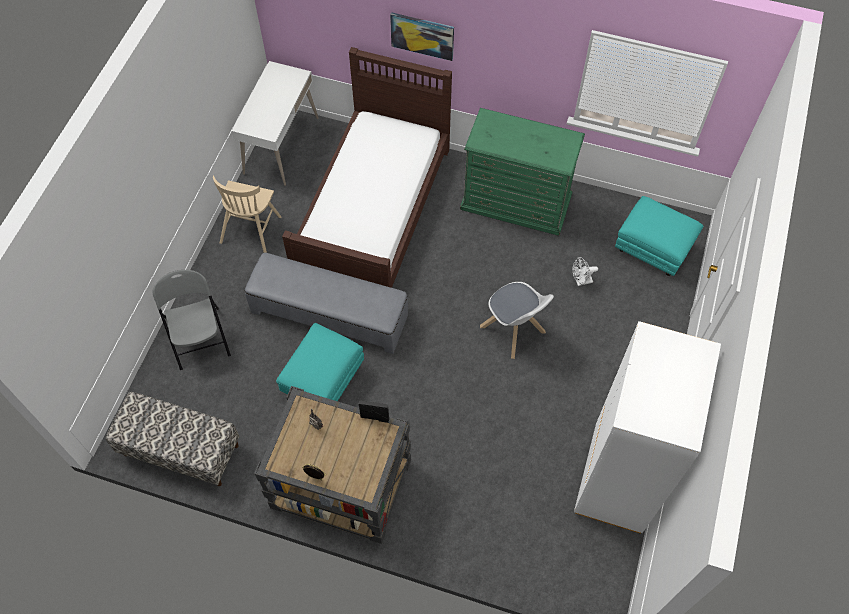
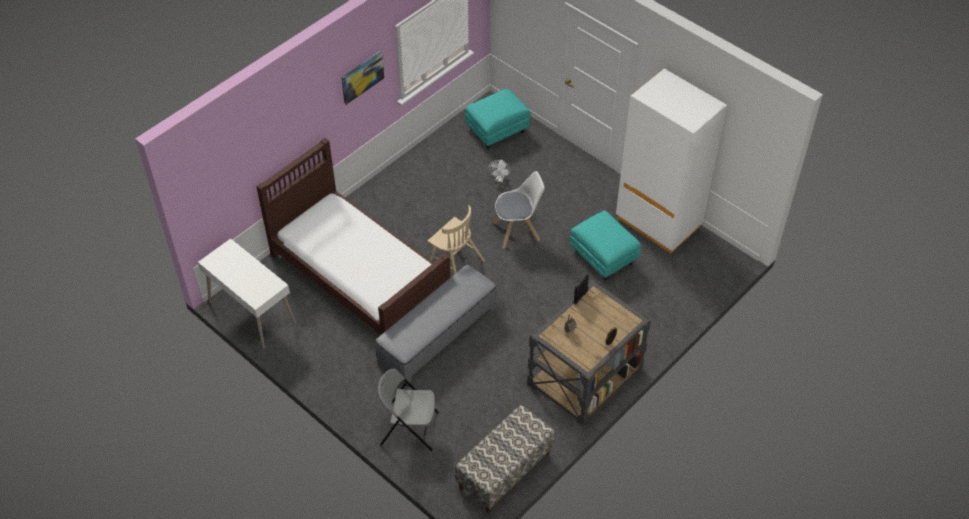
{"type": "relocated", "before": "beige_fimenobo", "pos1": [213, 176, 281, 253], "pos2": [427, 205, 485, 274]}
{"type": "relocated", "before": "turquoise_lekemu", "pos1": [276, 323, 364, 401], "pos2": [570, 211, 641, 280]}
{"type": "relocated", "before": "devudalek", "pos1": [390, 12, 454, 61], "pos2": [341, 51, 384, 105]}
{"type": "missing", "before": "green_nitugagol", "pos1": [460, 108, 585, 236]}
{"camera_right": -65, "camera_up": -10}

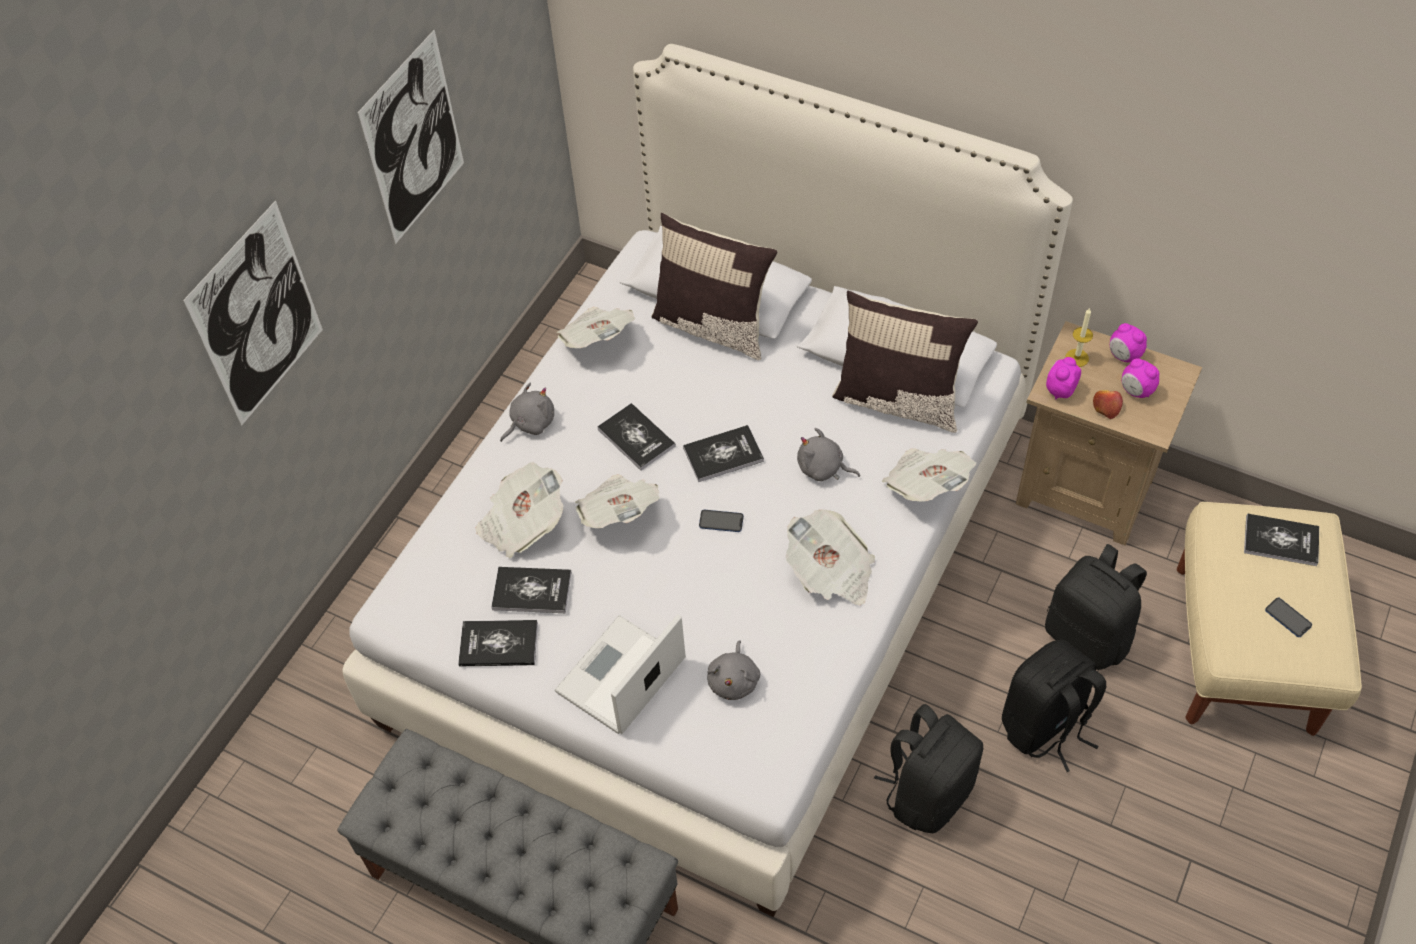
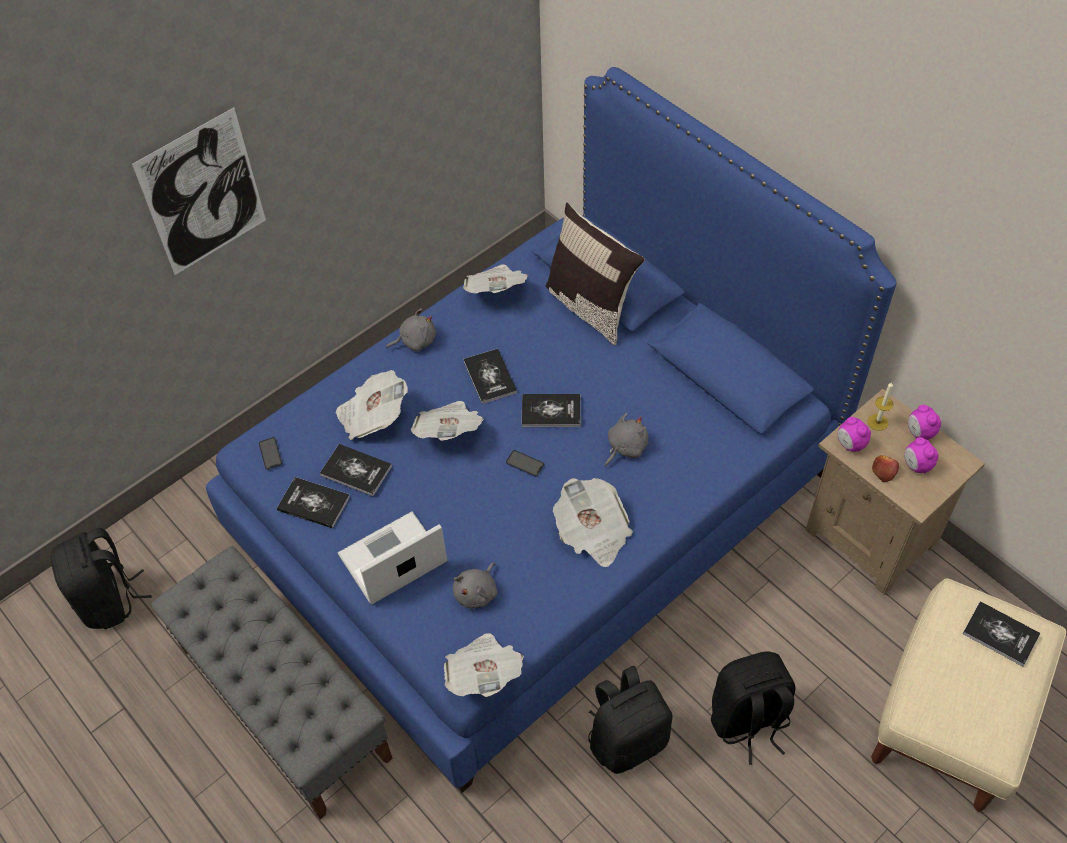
{"type": "colour", "before": "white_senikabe", "after": "blue_senikabe", "pos1": [343, 44, 1073, 917], "pos2": [206, 67, 896, 793]}
{"type": "missing", "before": "devudalek", "pos1": [358, 30, 464, 244]}
{"type": "spun", "before": "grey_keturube", "pos1": [797, 428, 860, 481], "pos2": [605, 413, 648, 467], "turn": 90}
{"type": "missing", "before": "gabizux", "pos1": [832, 291, 978, 433]}
{"type": "relocated", "before": "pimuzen", "pos1": [882, 448, 976, 501], "pos2": [444, 633, 524, 697]}
{"type": "relocated", "before": "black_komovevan", "pos1": [1045, 544, 1147, 670], "pos2": [51, 528, 152, 629]}
{"type": "spun", "before": "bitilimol", "pos1": [1046, 357, 1081, 399], "pos2": [838, 417, 871, 452], "turn": -90}
{"type": "relocated", "before": "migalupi", "pos1": [1265, 598, 1312, 637], "pos2": [259, 437, 282, 470]}
{"camera_right": 20, "camera_up": 0}

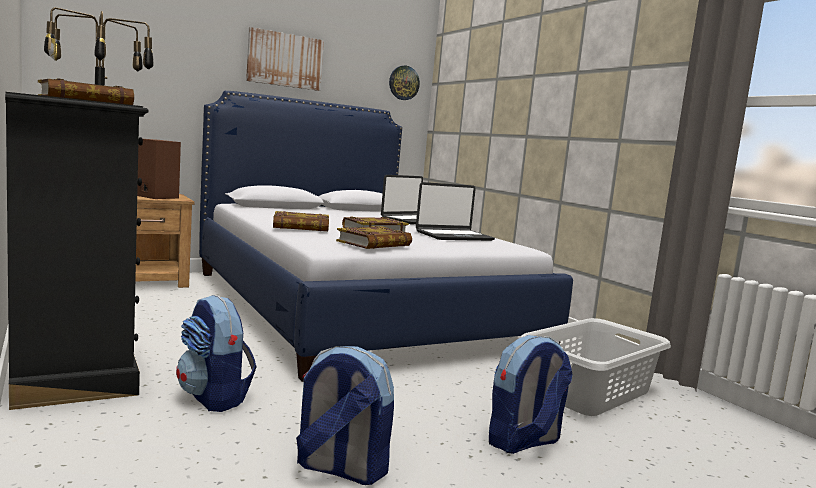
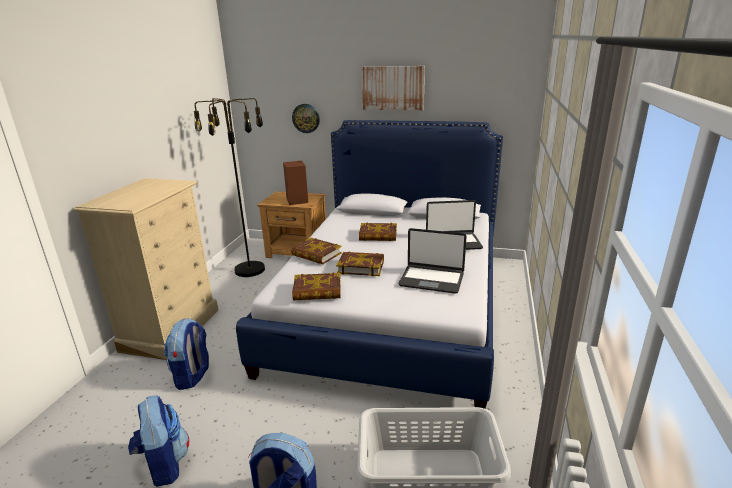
{"type": "colour", "before": "black_nitugagol", "after": "beige_nitugagol", "pos1": [5, 92, 149, 410], "pos2": [74, 178, 218, 360]}
{"type": "relocated", "before": "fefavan", "pos1": [38, 78, 134, 105], "pos2": [359, 223, 397, 241]}
{"type": "relocated", "before": "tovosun", "pos1": [389, 66, 420, 100], "pos2": [292, 104, 320, 133]}
{"camera_right": 45, "camera_up": 15}

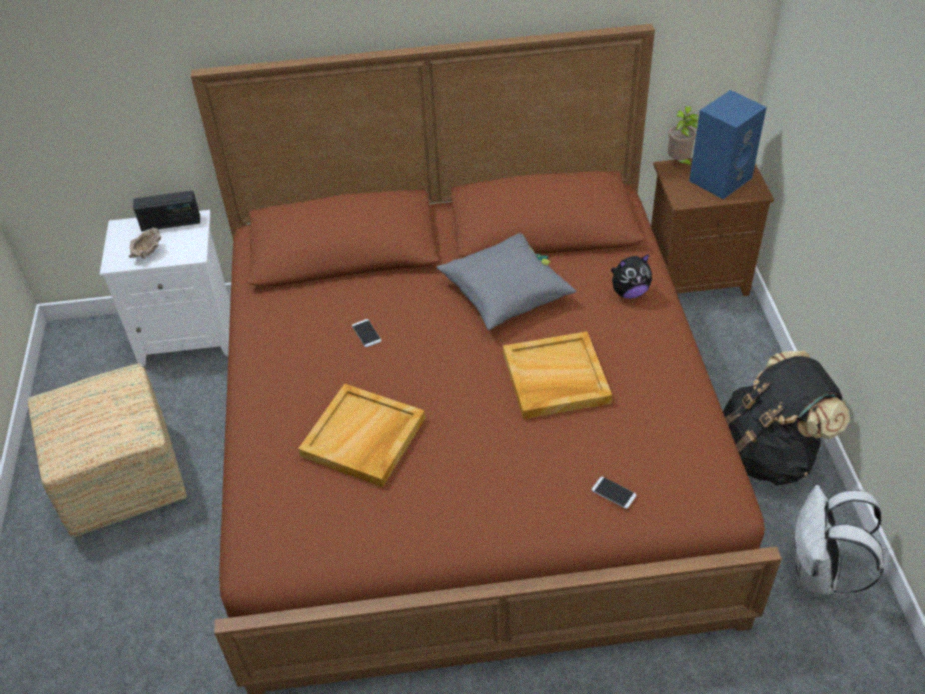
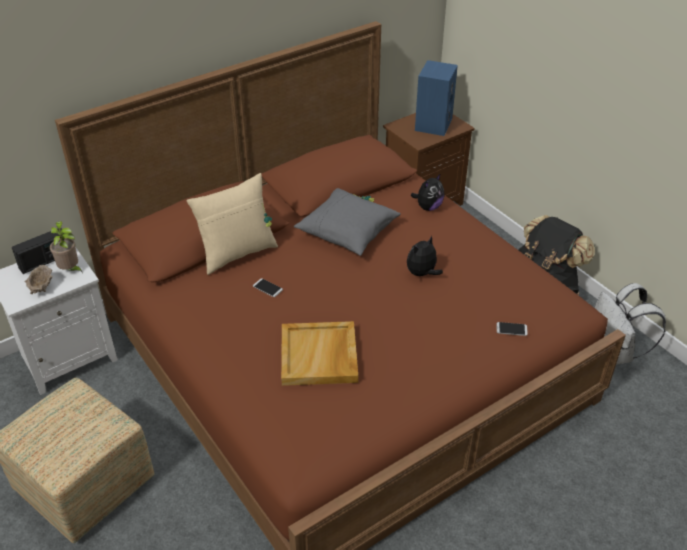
{"type": "exchanged", "before": "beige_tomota", "after": "keturube", "pos1": [503, 331, 612, 419], "pos2": [407, 236, 443, 276]}
{"type": "relocated", "before": "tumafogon", "pos1": [668, 106, 699, 166], "pos2": [50, 221, 83, 273]}
{"type": "appeared", "after": "beige_gabizux", "pos2": [186, 173, 278, 275]}
{"camera_right": -30, "camera_up": -5}

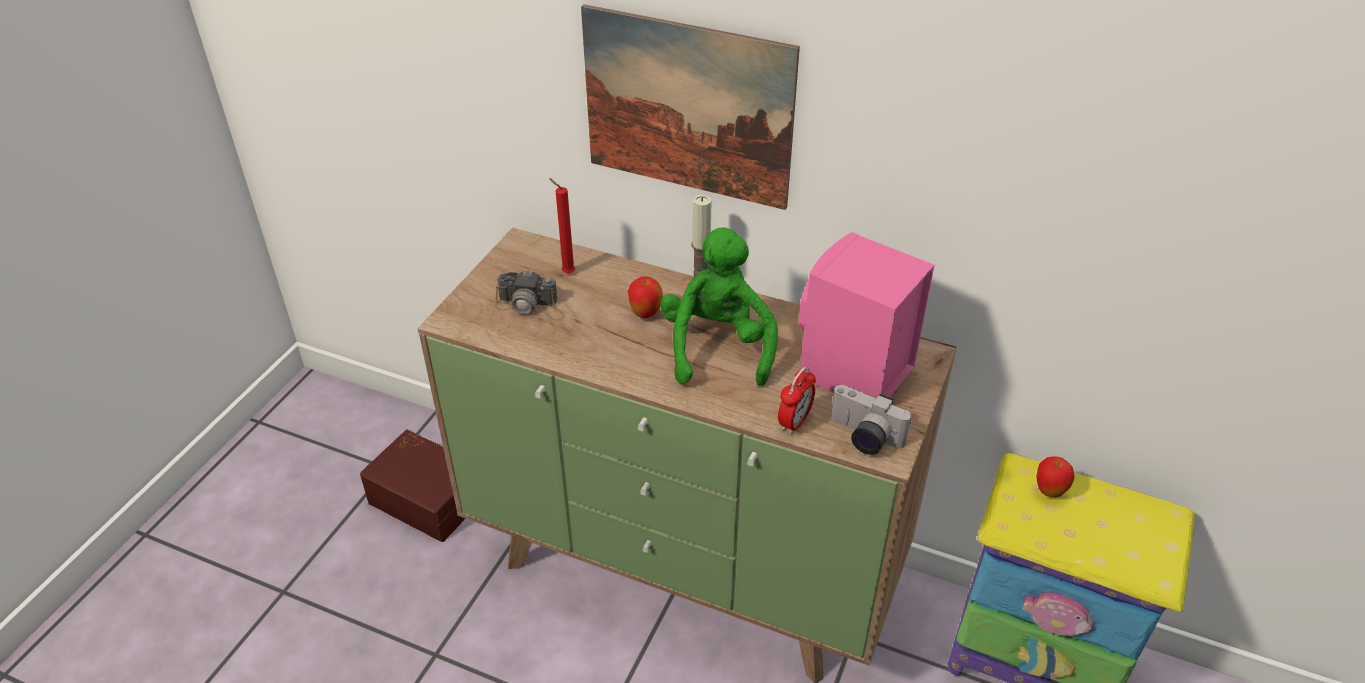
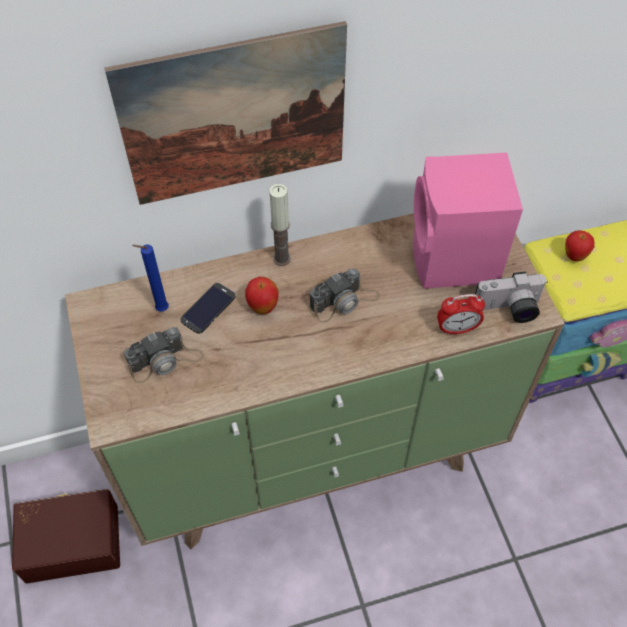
{"type": "colour", "before": "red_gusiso", "after": "blue_gusiso", "pos1": [549, 178, 575, 273], "pos2": [132, 244, 169, 312]}
{"type": "exchanged", "before": "green_keturube", "after": "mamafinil", "pos1": [660, 227, 778, 386], "pos2": [310, 268, 380, 323]}
{"type": "spun", "before": "bitilimol", "pos1": [778, 367, 816, 435], "pos2": [437, 294, 485, 335], "turn": 90}
{"type": "appeared", "after": "migalupi", "pos2": [181, 283, 236, 334]}
{"camera_right": -40, "camera_up": 15}

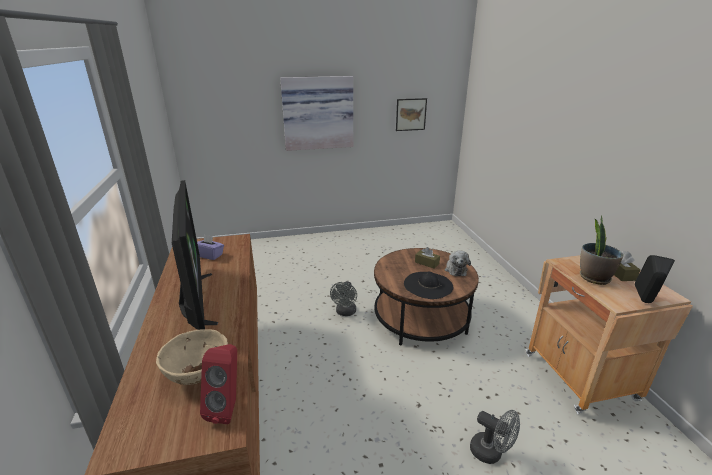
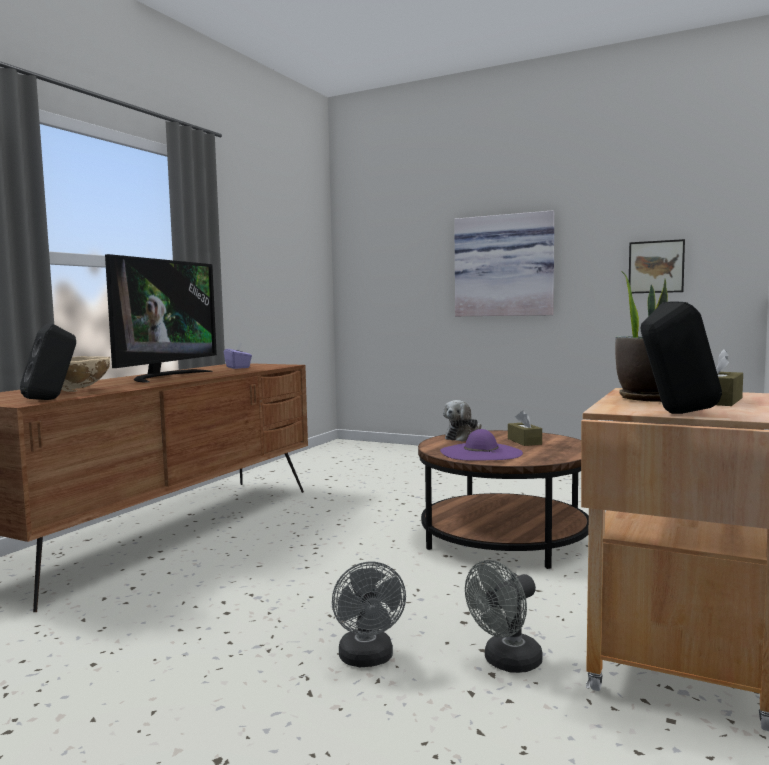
{"type": "colour", "before": "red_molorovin", "after": "black_molorovin", "pos1": [200, 344, 237, 424], "pos2": [20, 323, 76, 400]}
{"type": "relocated", "before": "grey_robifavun", "pos1": [330, 281, 357, 316], "pos2": [465, 560, 543, 673]}
{"type": "colour", "before": "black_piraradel", "after": "purple_piraradel", "pos1": [404, 272, 454, 299], "pos2": [440, 429, 523, 461]}
{"type": "relocated", "before": "keturube", "pos1": [445, 250, 471, 276], "pos2": [443, 400, 482, 441]}
{"camera_right": 40, "camera_up": -20}

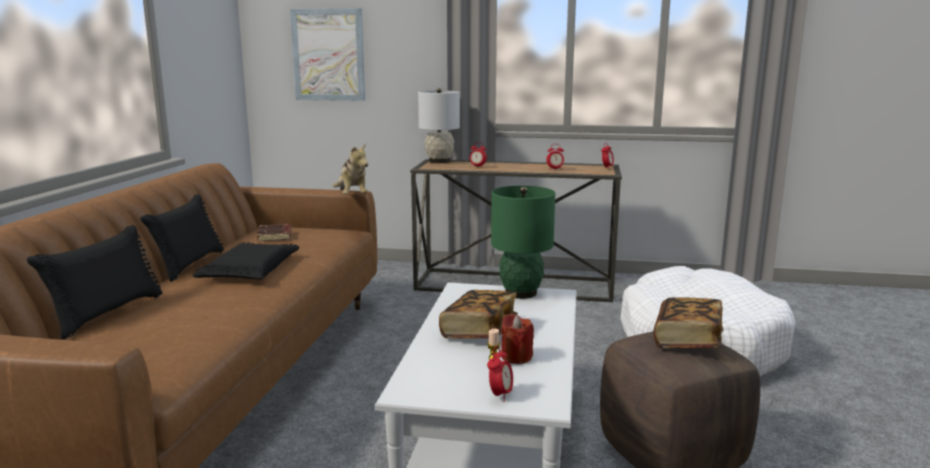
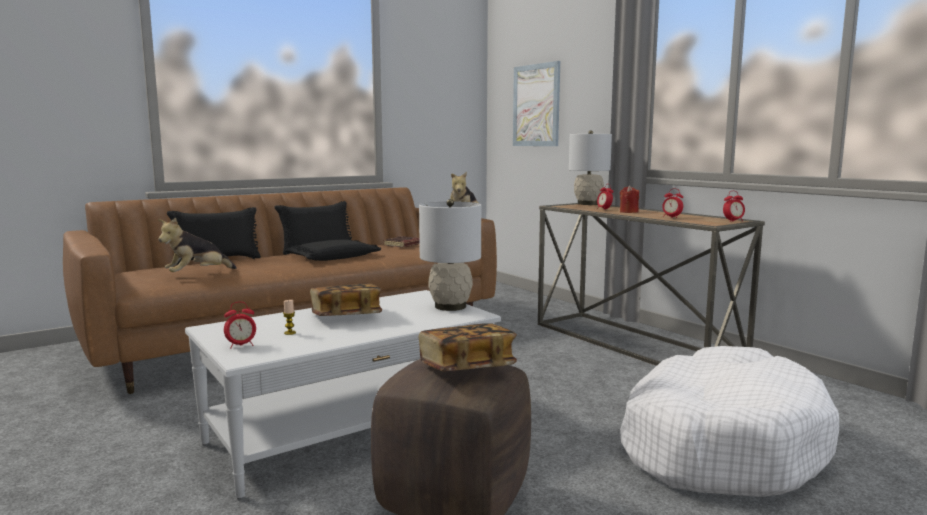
{"type": "colour", "before": "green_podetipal", "after": "white_podetipal", "pos1": [491, 186, 555, 299], "pos2": [419, 199, 481, 311]}
{"type": "relocated", "before": "red_gusiso", "pos1": [501, 314, 534, 364], "pos2": [620, 185, 639, 213]}
{"type": "appeared", "after": "keturube", "pos2": [158, 218, 237, 272]}
{"camera_right": 45, "camera_up": -5}

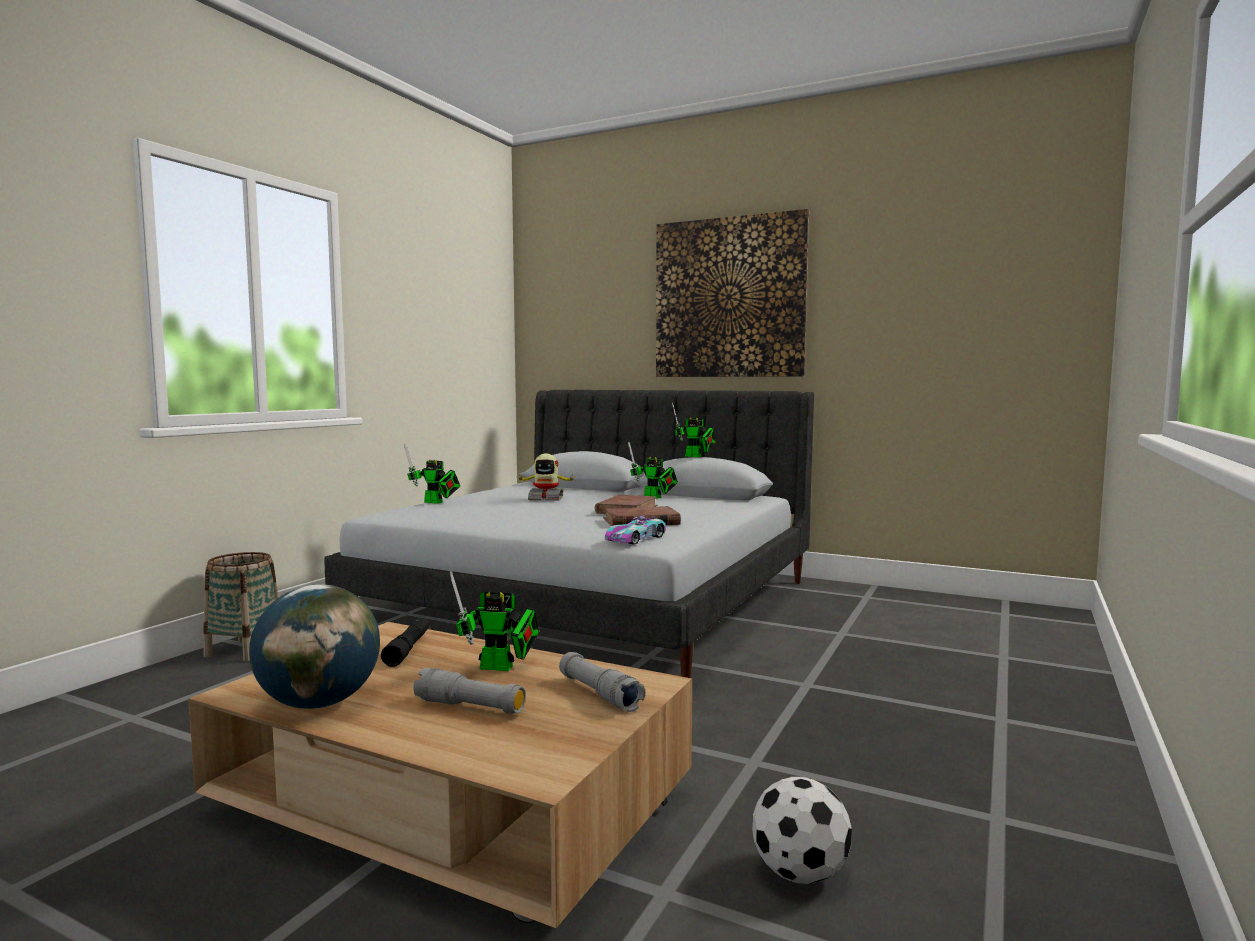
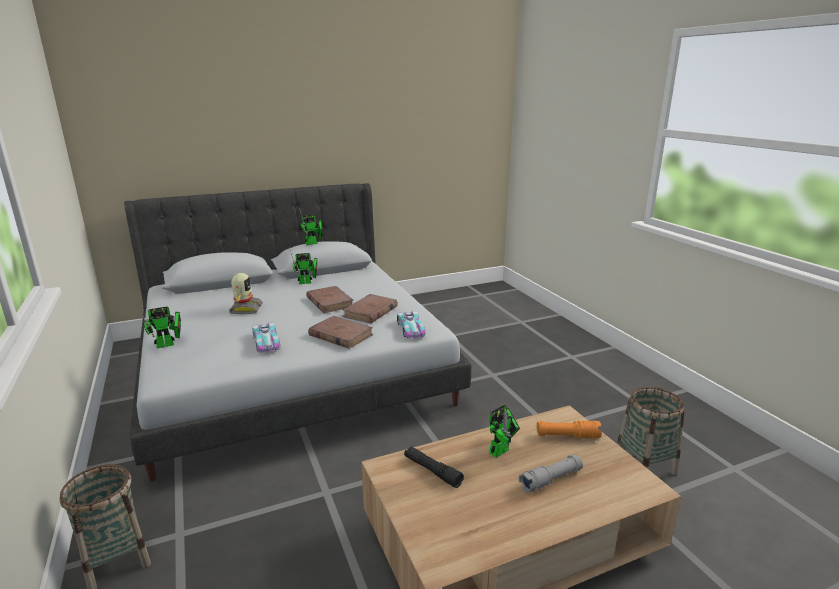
{"type": "missing", "before": "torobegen", "pos1": [249, 584, 380, 709]}
{"type": "spun", "before": "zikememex", "pos1": [519, 453, 574, 501], "pos2": [229, 273, 263, 314], "turn": -45}
{"type": "colour", "before": "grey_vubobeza", "after": "orange_vubobeza", "pos1": [559, 652, 645, 712], "pos2": [537, 420, 602, 439]}
{"type": "missing", "before": "devudalek", "pos1": [656, 209, 809, 377]}
{"type": "exchanged", "before": "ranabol", "after": "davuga", "pos1": [752, 777, 852, 884], "pos2": [617, 387, 685, 475]}
{"type": "appeared", "after": "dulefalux", "pos2": [252, 323, 280, 353]}
{"type": "appeared", "after": "brown_fefavan", "pos2": [308, 316, 373, 349]}
{"camera_right": -50, "camera_up": 15}

